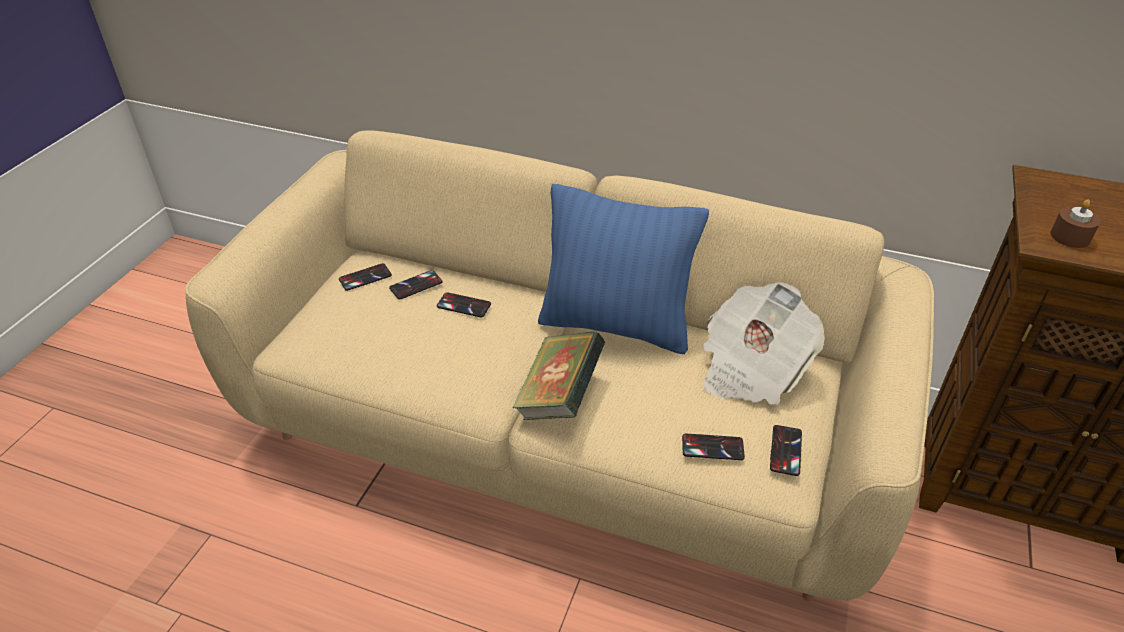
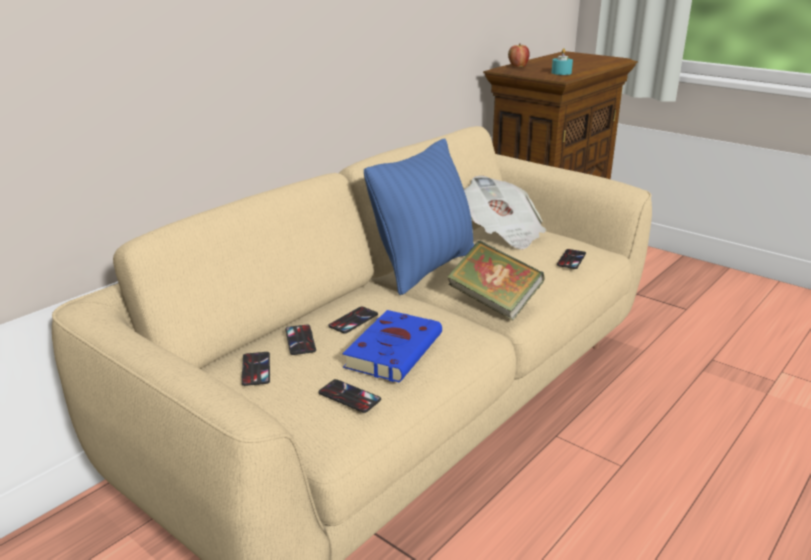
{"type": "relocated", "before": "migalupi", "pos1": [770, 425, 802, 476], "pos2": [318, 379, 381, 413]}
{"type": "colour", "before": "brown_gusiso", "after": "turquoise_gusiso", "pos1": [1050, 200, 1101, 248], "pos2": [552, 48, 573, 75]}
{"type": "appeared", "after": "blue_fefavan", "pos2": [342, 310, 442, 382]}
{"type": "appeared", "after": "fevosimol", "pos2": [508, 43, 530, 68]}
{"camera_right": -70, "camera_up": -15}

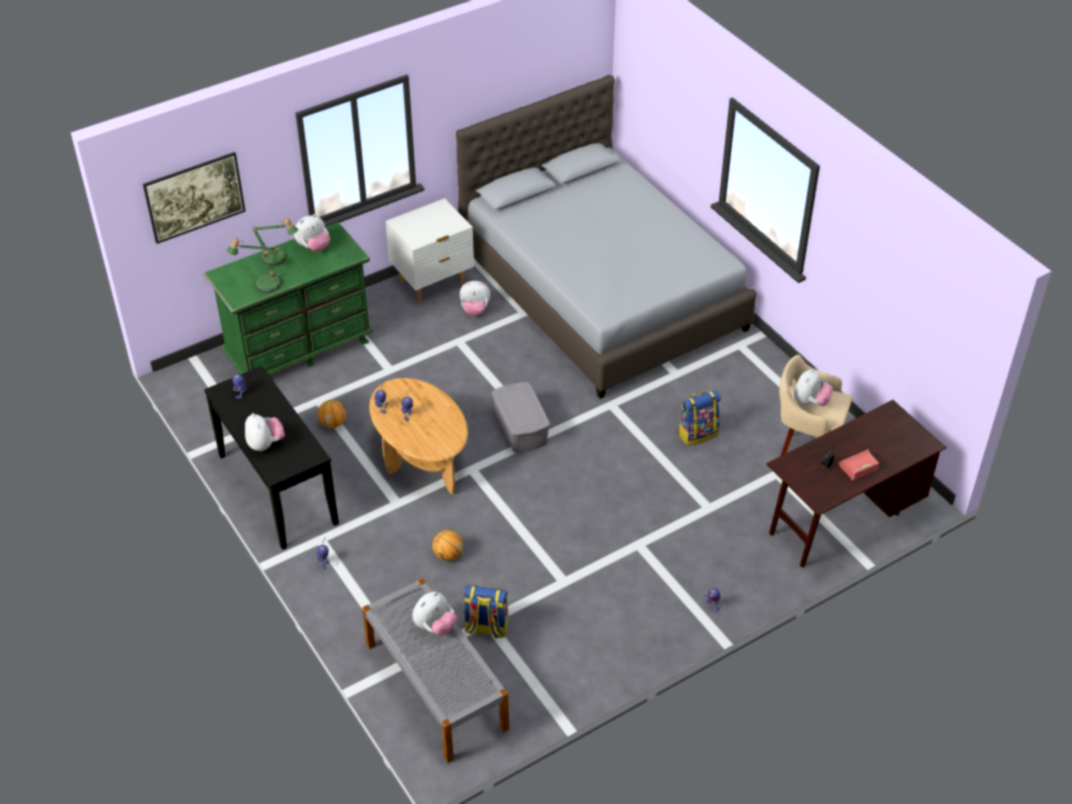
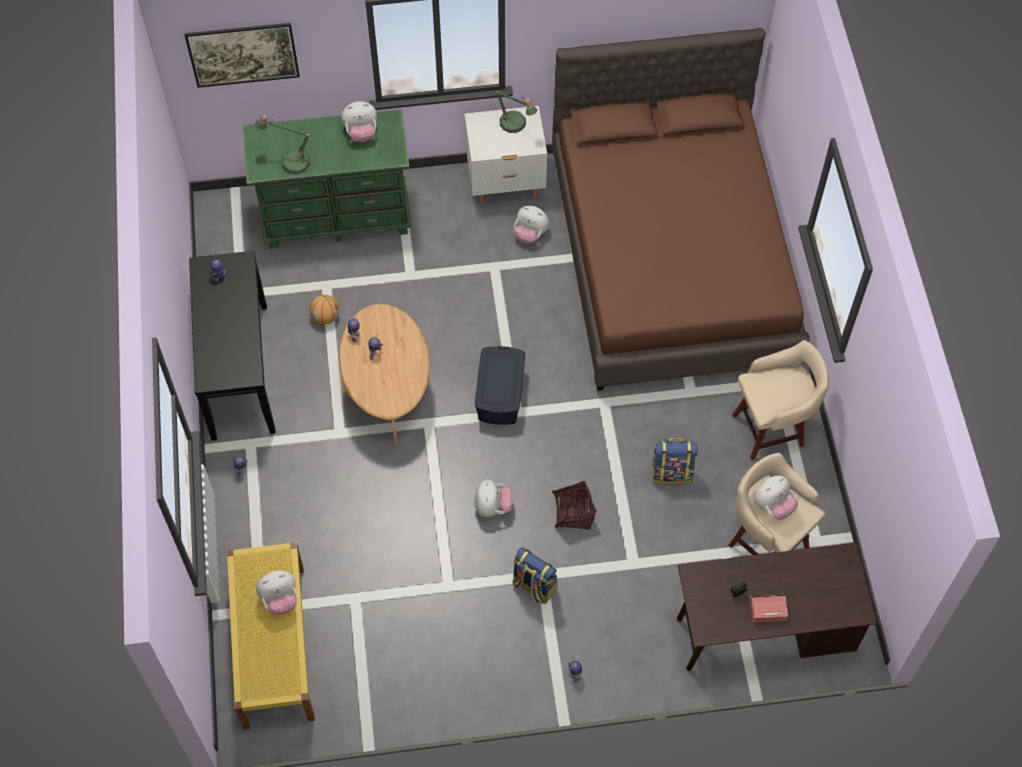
{"type": "relocated", "before": "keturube", "pos1": [245, 413, 285, 451], "pos2": [474, 480, 513, 517]}
{"type": "relocated", "before": "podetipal", "pos1": [251, 218, 298, 266], "pos2": [496, 90, 537, 133]}
{"type": "colour", "before": "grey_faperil", "after": "yellow_faperil", "pos1": [362, 578, 509, 763], "pos2": [227, 542, 315, 730]}
{"type": "missing", "before": "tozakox", "pos1": [432, 530, 463, 561]}
{"type": "colour", "before": "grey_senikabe", "after": "brown_senikabe", "pos1": [456, 75, 757, 399], "pos2": [552, 28, 810, 391]}
{"type": "relocated", "before": "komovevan", "pos1": [464, 585, 508, 639], "pos2": [513, 547, 558, 604]}
{"type": "colour", "before": "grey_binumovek", "after": "blue_binumovek", "pos1": [492, 382, 550, 453], "pos2": [475, 346, 525, 425]}
{"type": "appeared", "after": "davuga", "pos2": [552, 481, 597, 530]}
{"type": "appeared", "after": "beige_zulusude", "pos2": [732, 340, 829, 460]}
{"camera_right": 25, "camera_up": 15}

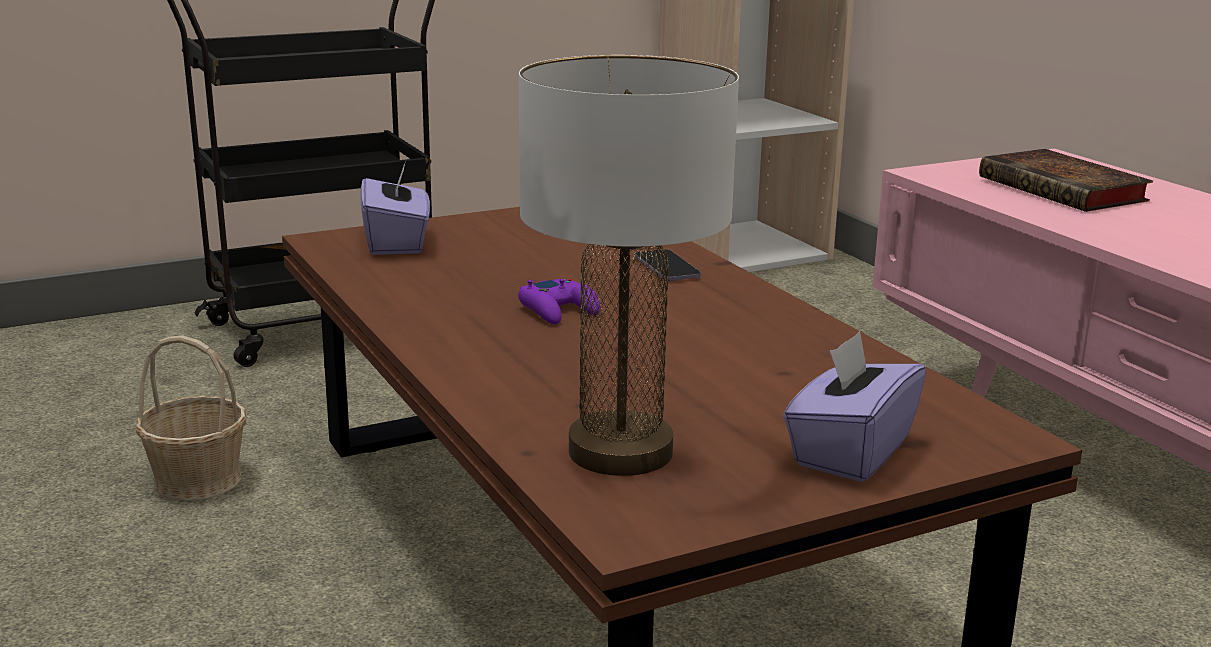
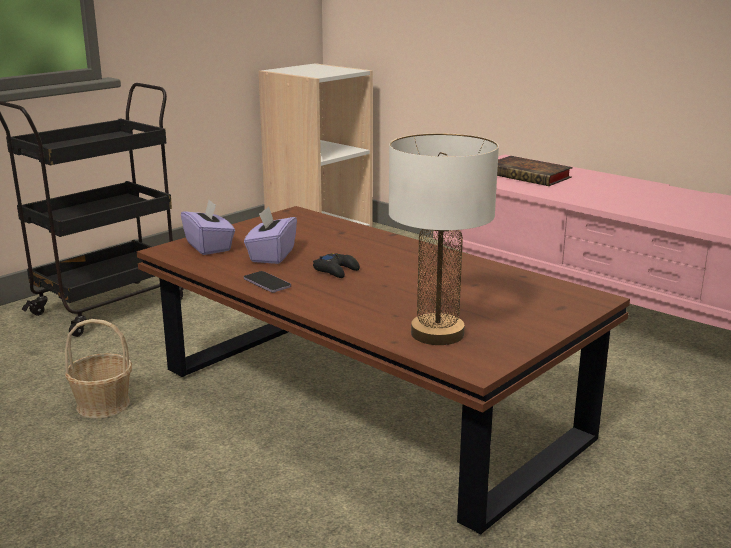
{"type": "colour", "before": "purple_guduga", "after": "black_guduga", "pos1": [518, 279, 601, 324], "pos2": [313, 253, 360, 278]}
{"type": "relocated", "before": "migalupi", "pos1": [635, 249, 701, 282], "pos2": [244, 271, 291, 293]}
{"type": "relocated", "before": "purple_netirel", "pos1": [783, 331, 926, 482], "pos2": [244, 206, 297, 264]}
{"camera_right": -20, "camera_up": 0}

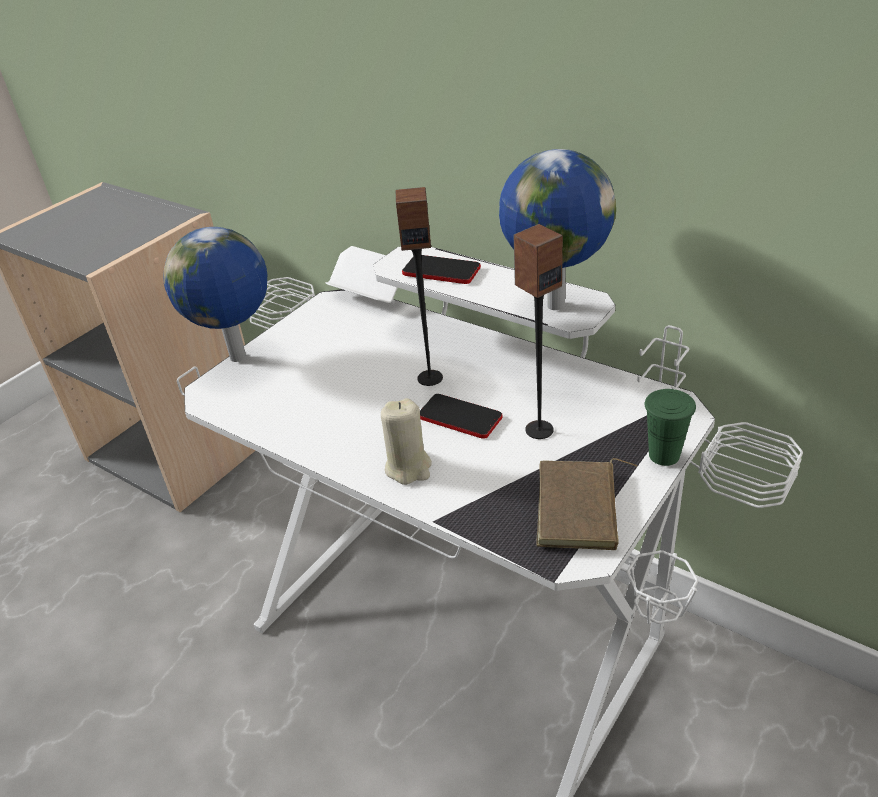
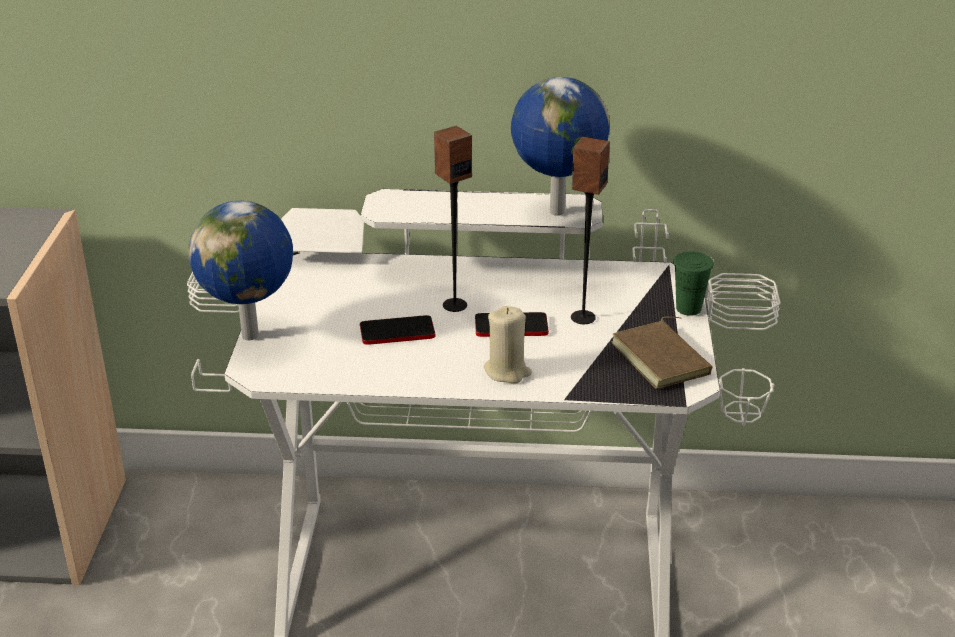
{"type": "relocated", "before": "migalupi", "pos1": [402, 255, 481, 284], "pos2": [360, 315, 436, 345]}
{"camera_right": -35, "camera_up": -5}

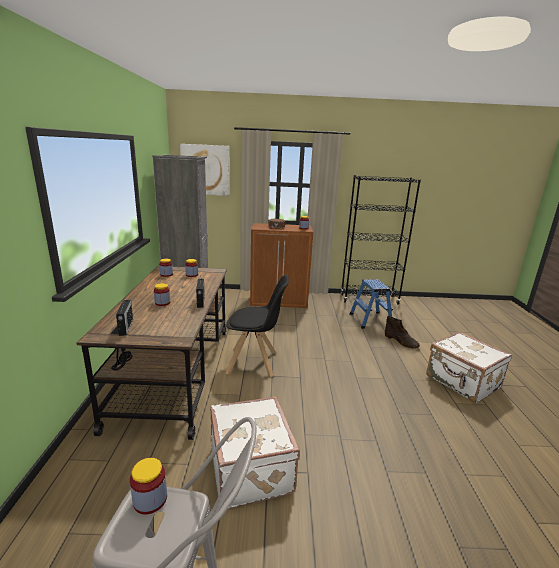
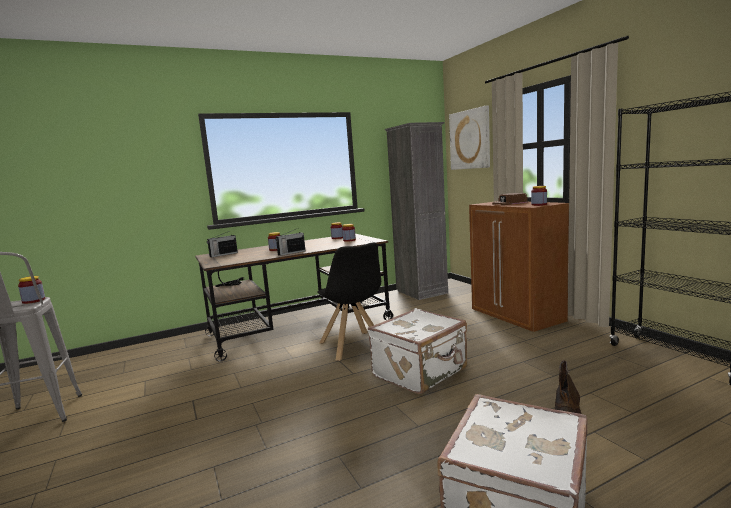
{"type": "relocated", "before": "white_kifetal", "pos1": [210, 396, 300, 509], "pos2": [368, 308, 467, 394]}
{"type": "missing", "before": "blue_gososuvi", "pos1": [349, 279, 393, 329]}
{"camera_right": 65, "camera_up": -10}

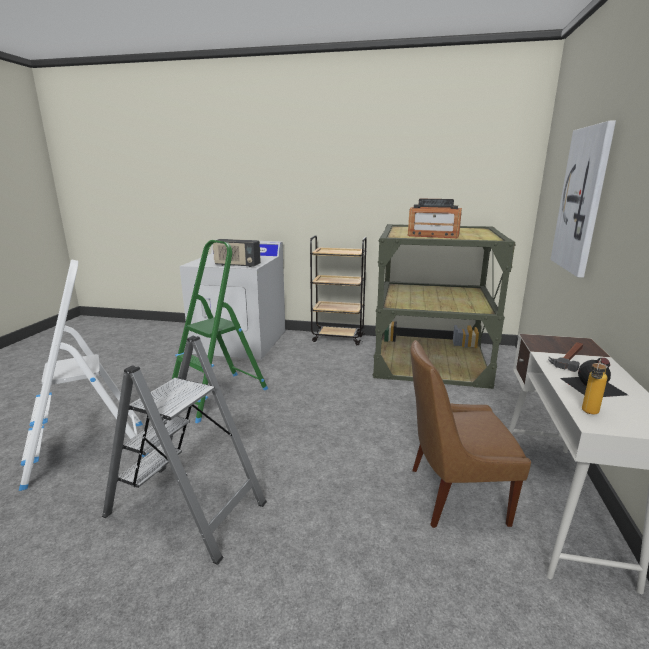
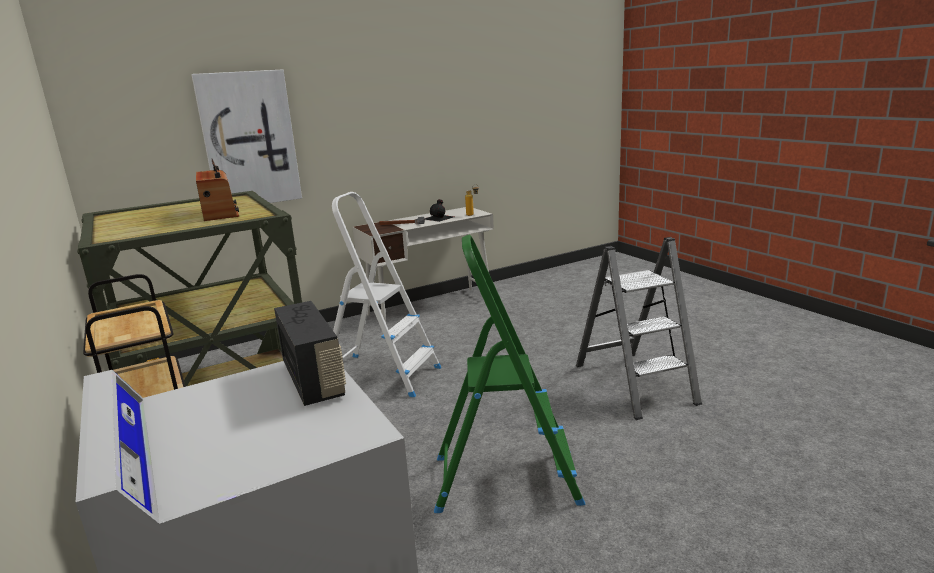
{"type": "relocated", "before": "white_gososuvi", "pos1": [19, 260, 149, 491], "pos2": [332, 192, 441, 397]}
{"type": "missing", "before": "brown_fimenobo", "pos1": [410, 340, 531, 528]}
{"camera_right": -130, "camera_up": 0}

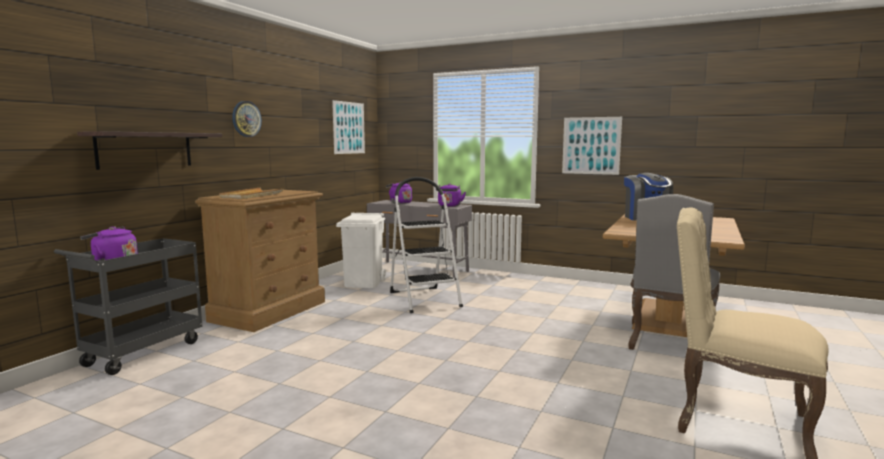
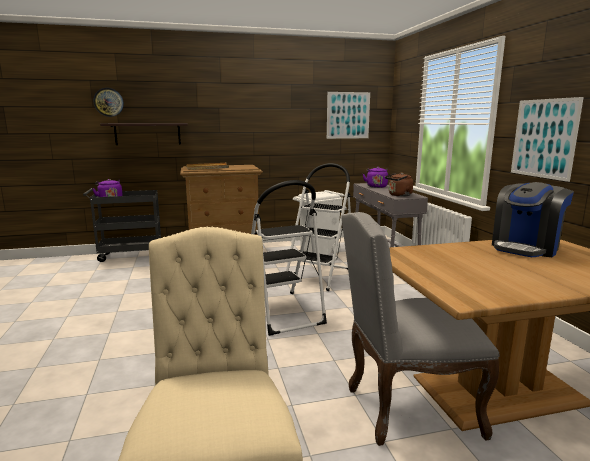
{"type": "relocated", "before": "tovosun", "pos1": [232, 101, 262, 137], "pos2": [94, 88, 124, 117]}
{"type": "colour", "before": "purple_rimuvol", "after": "brown_rimuvol", "pos1": [436, 184, 466, 207], "pos2": [385, 173, 413, 197]}
{"type": "appeared", "after": "gososuvi", "pos2": [251, 180, 327, 336]}
{"camera_right": 50, "camera_up": 5}

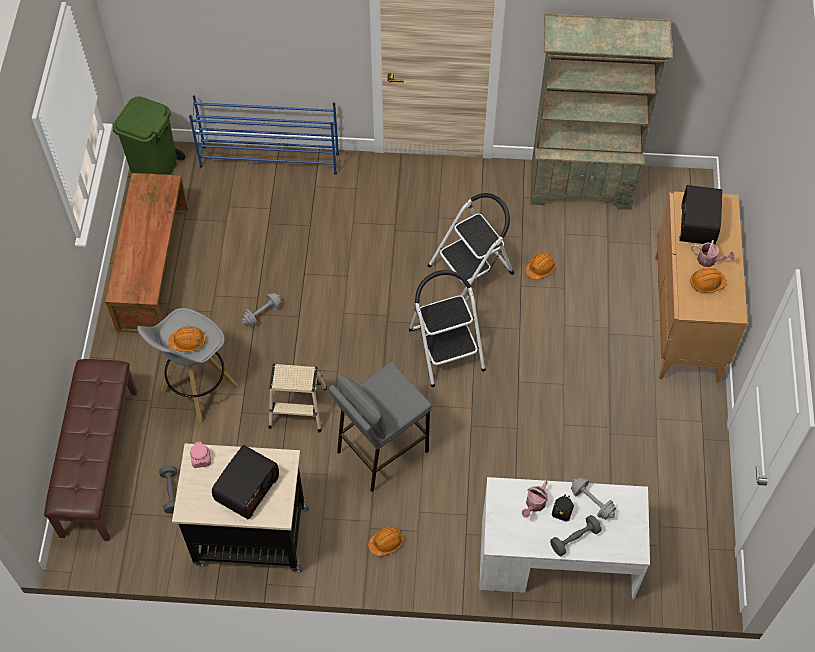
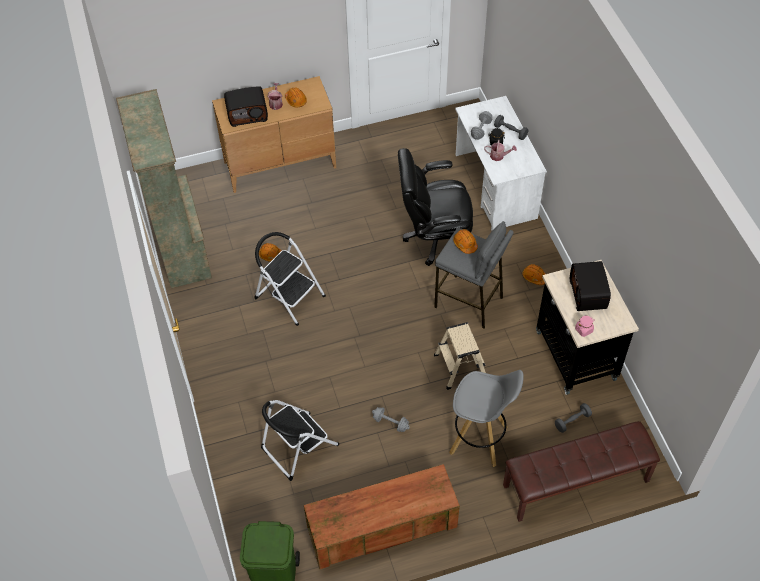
{"type": "relocated", "before": "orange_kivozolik", "pos1": [168, 326, 205, 352], "pos2": [453, 229, 478, 254]}
{"type": "missing", "before": "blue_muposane", "pos1": [189, 95, 339, 175]}
{"type": "spun", "before": "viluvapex", "pos1": [212, 445, 279, 519], "pos2": [570, 261, 611, 311], "turn": -105}
{"type": "relocated", "before": "gososuvi", "pos1": [409, 270, 486, 387], "pos2": [261, 400, 339, 481]}
{"type": "appeared", "after": "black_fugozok", "pos2": [398, 148, 473, 266]}
{"camera_right": -110, "camera_up": -5}

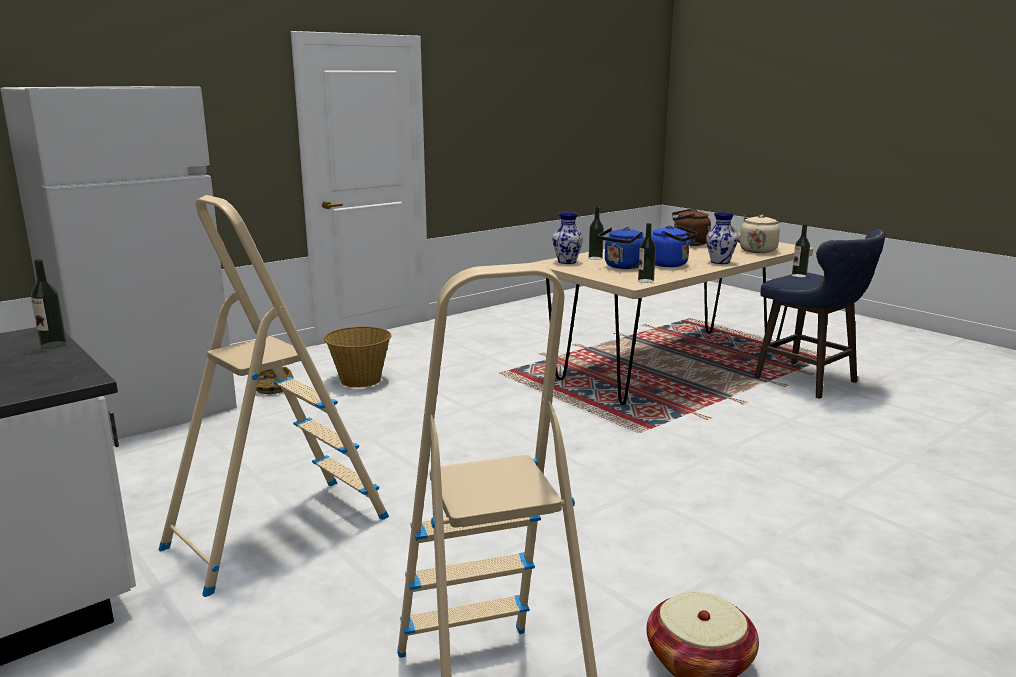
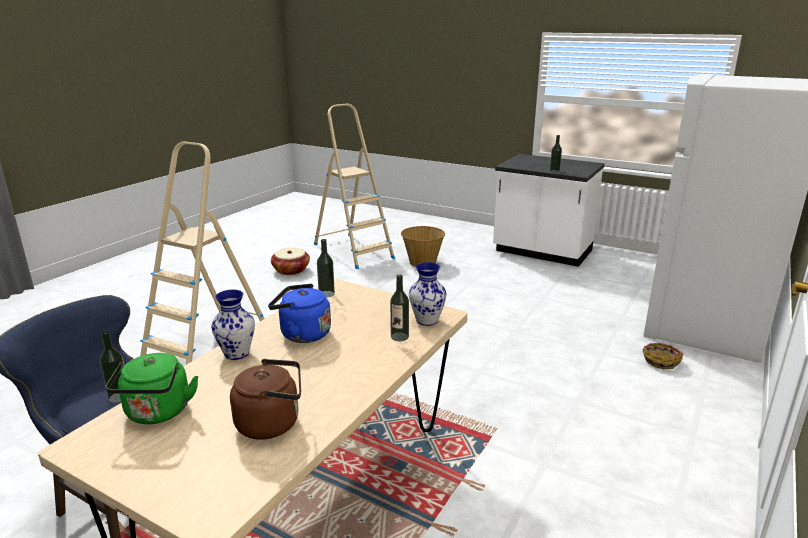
{"type": "relocated", "before": "beige_gososuvi", "pos1": [159, 195, 389, 597], "pos2": [140, 141, 265, 365]}
{"type": "relocated", "before": "davuga", "pos1": [324, 326, 392, 388], "pos2": [401, 226, 445, 267]}
{"type": "missing", "before": "blue_rimuvol", "pos1": [598, 227, 644, 269]}
{"type": "colour", "before": "beige_rimuvol", "after": "green_rimuvol", "pos1": [732, 215, 781, 253], "pos2": [106, 353, 199, 424]}
{"camera_right": 160, "camera_up": 5}

